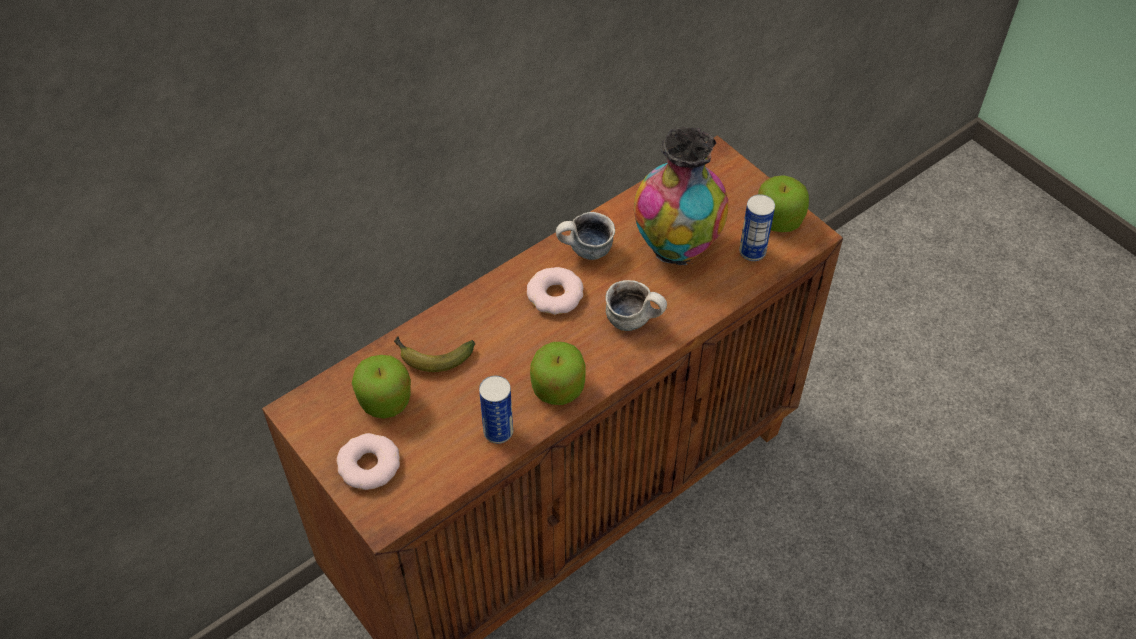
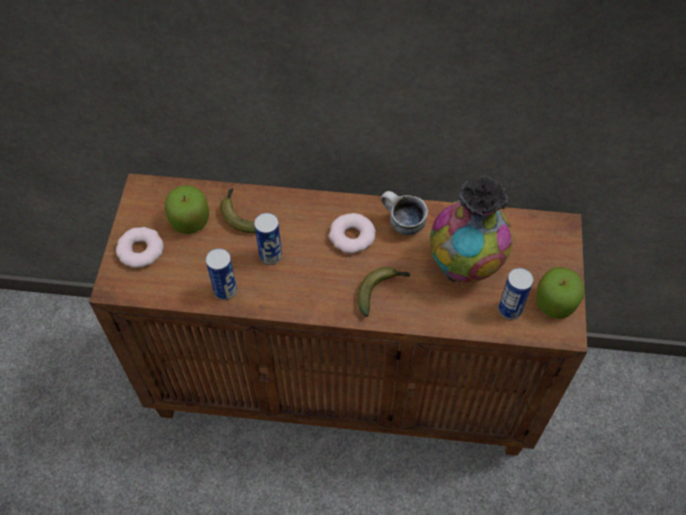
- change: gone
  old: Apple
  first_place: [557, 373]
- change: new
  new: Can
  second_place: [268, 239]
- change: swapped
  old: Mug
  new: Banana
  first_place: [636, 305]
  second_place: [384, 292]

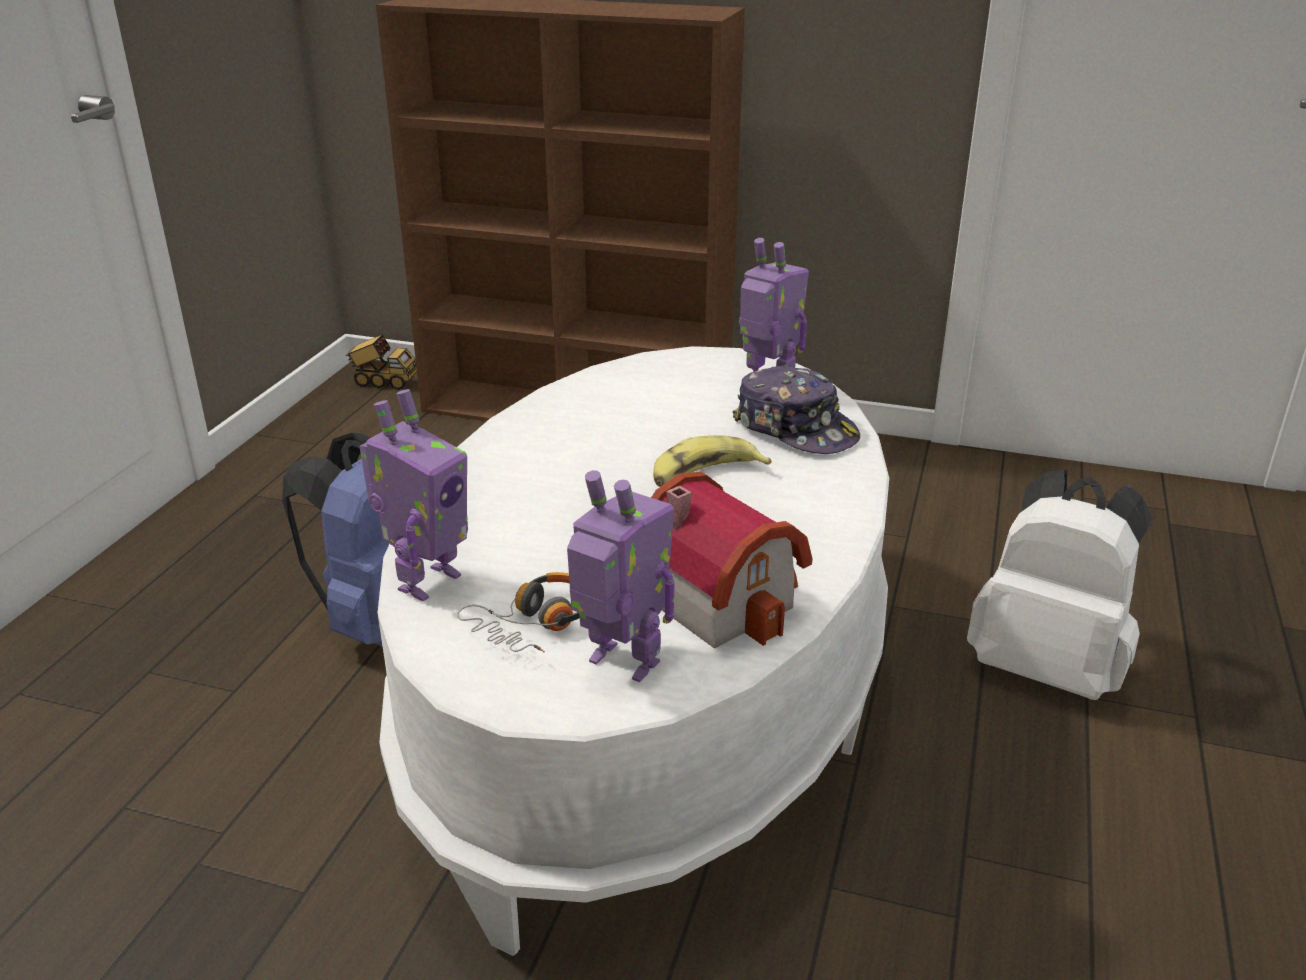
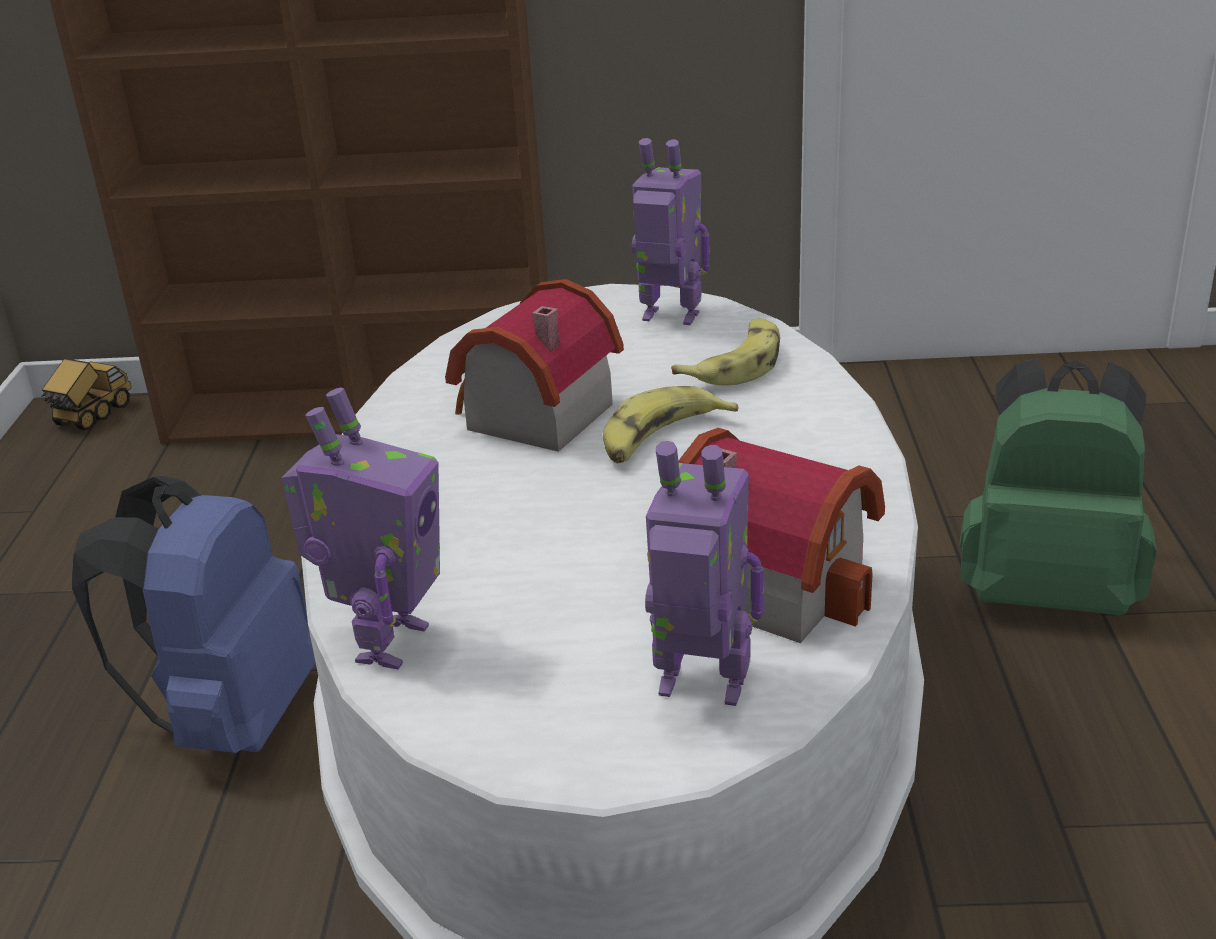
- change: gone
  old: Headphones
  first_place: [518, 612]
- change: new
  new: ToyHouse
  second_place: [534, 365]
- change: swapped
  old: Cap
  new: Banana
  first_place: [796, 409]
  second_place: [725, 352]
- change: repainted
  old: WhiteBackpack
  new: GreenBackpack
  first_place: [1060, 585]
  second_place: [1058, 486]
- change: rotated
  old: ToyTruck
  first_place: [381, 362]
  second_place: [86, 394]
  degrees: -60

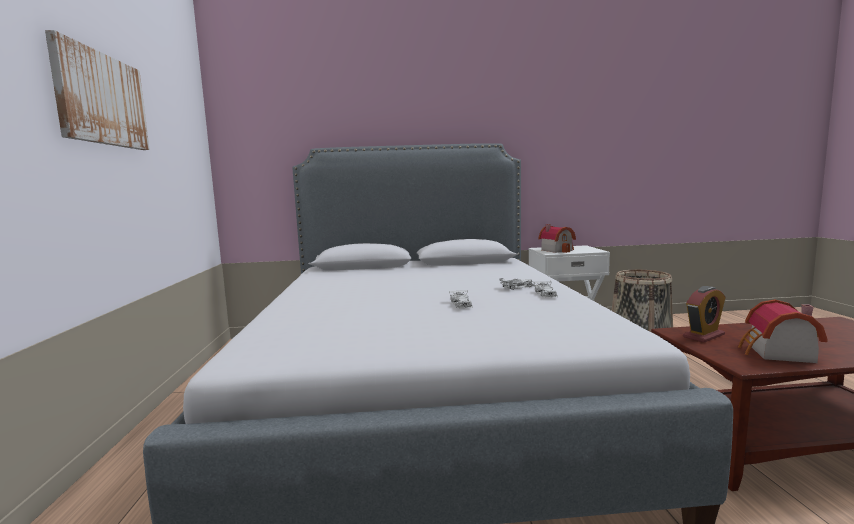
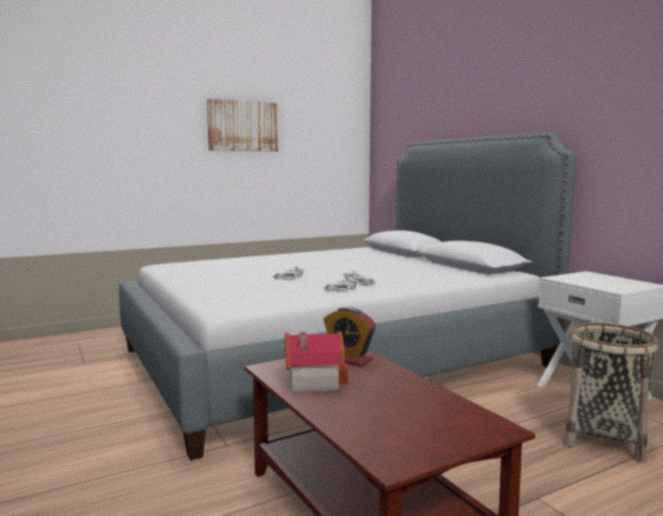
- change: gone
  old: ToyHouse
  first_place: [557, 238]

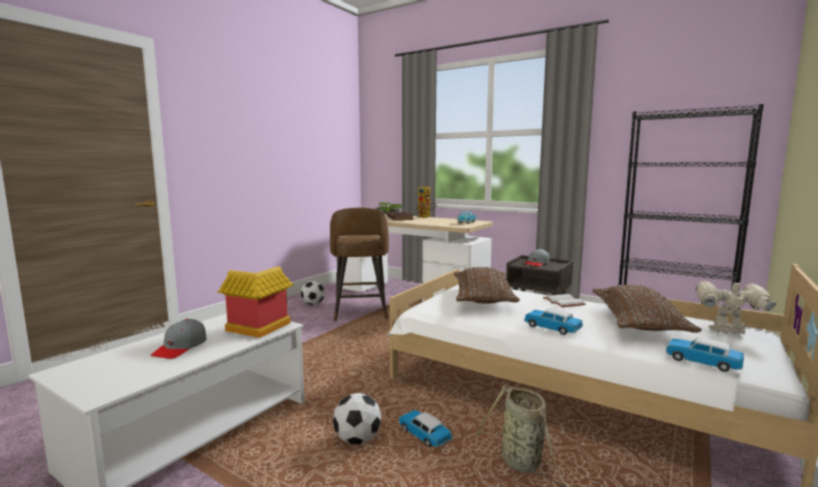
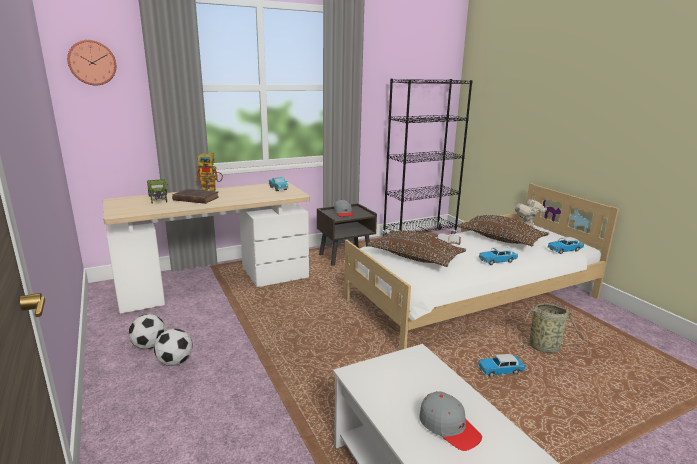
- change: gone
  old: ToyHouse
  first_place: [255, 302]
- change: gone
  old: BrownStool
  first_place: [359, 265]
- change: new
  new: WallClock
  second_place: [91, 62]
- change: shifted
  old: Football
  first_place: [357, 418]
  second_place: [173, 347]

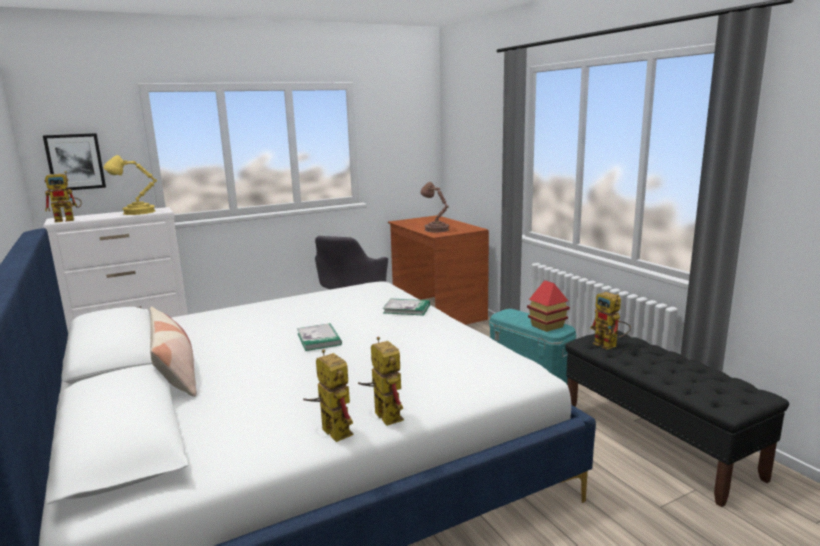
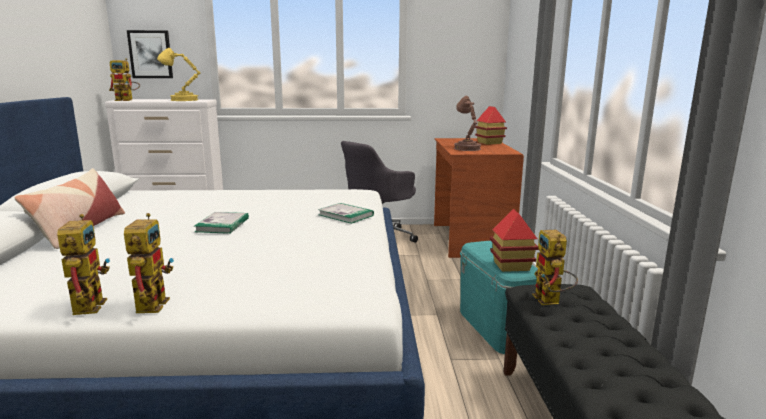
- change: new
  new: ToyHouse
  second_place: [491, 125]

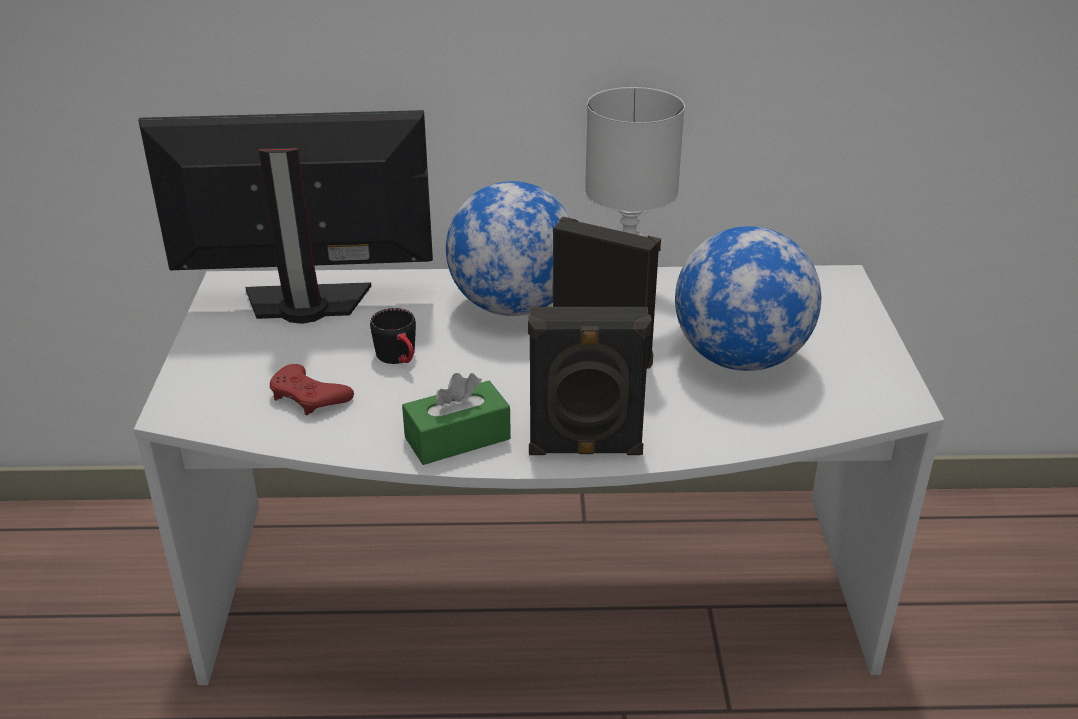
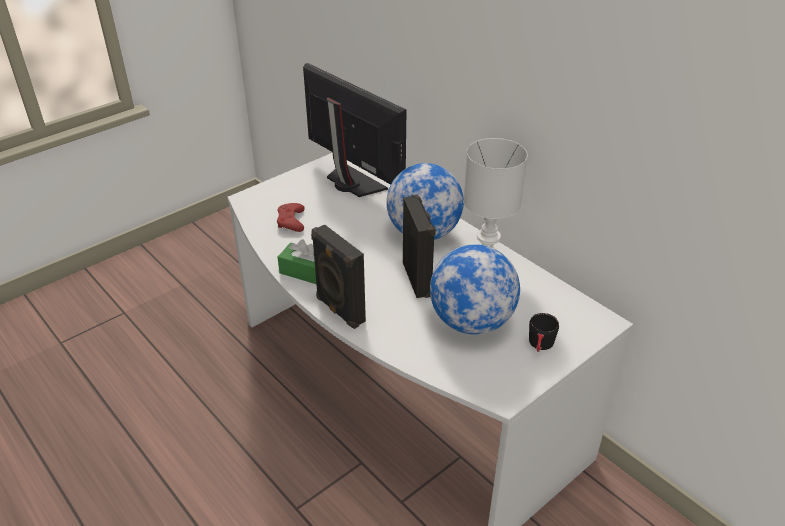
- change: shifted
  old: BlackMug
  first_place: [393, 336]
  second_place: [544, 332]

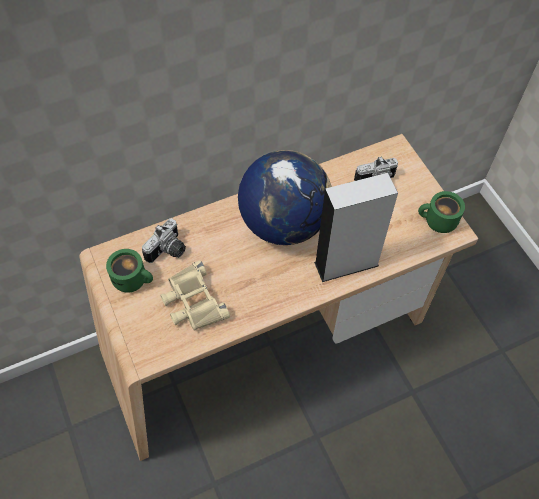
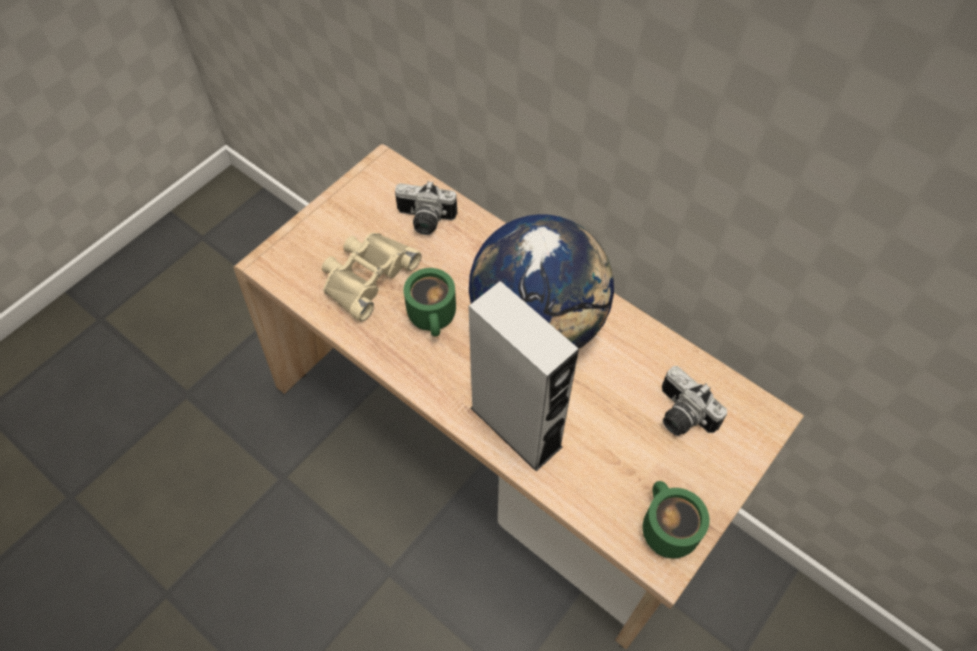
- change: shifted
  old: GreenMug
  first_place: [129, 271]
  second_place: [430, 302]

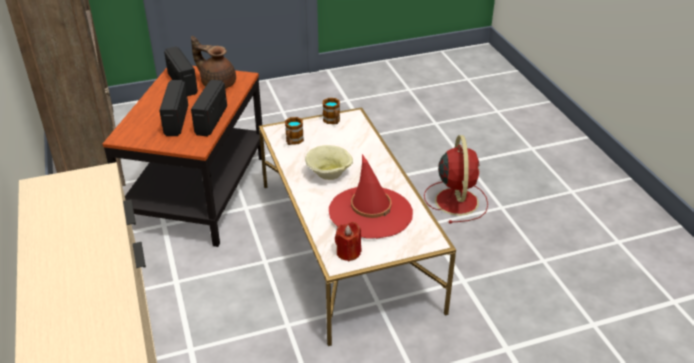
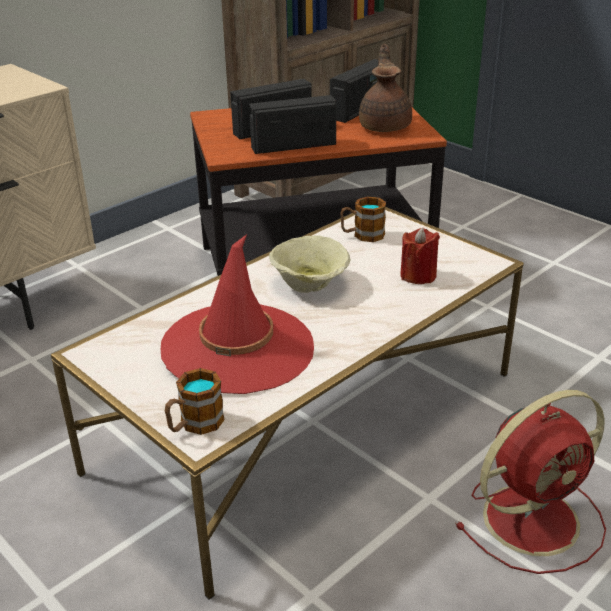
- change: shifted
  old: Mug
  first_place: [331, 111]
  second_place: [195, 401]
- change: shifted
  old: RedCandle
  first_place: [348, 241]
  second_place: [420, 256]

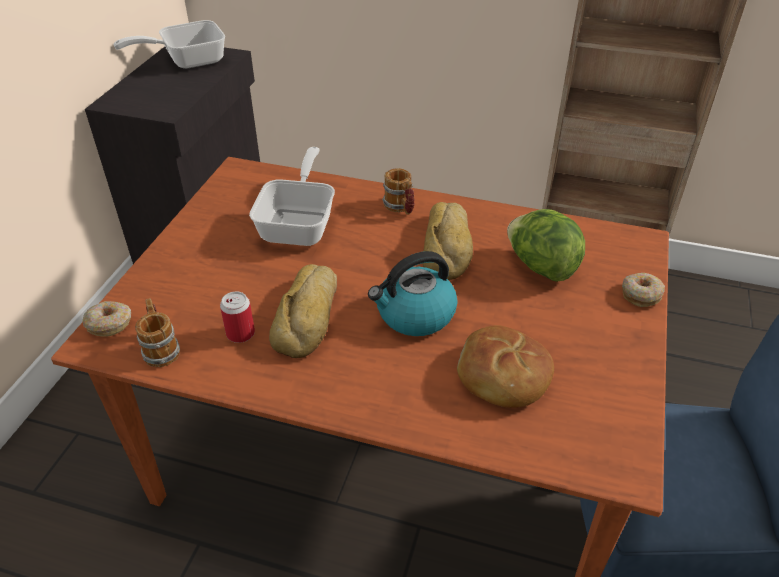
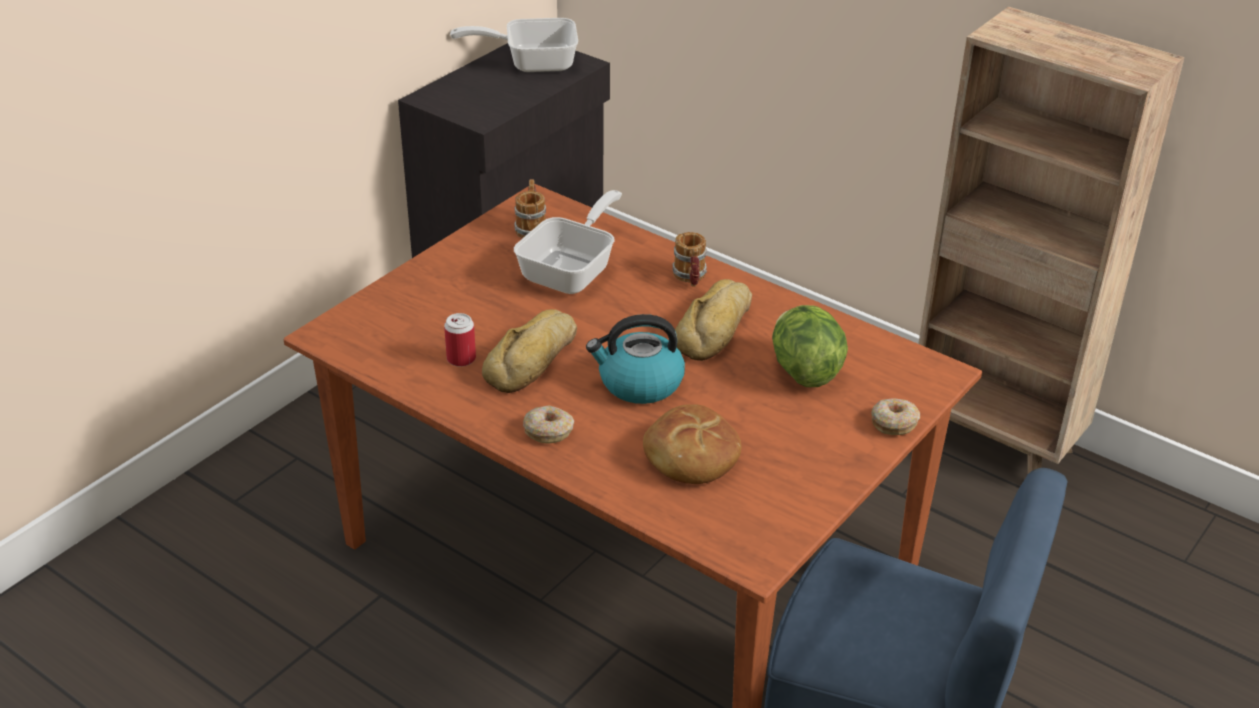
- change: shifted
  old: Donut
  first_place: [107, 319]
  second_place: [548, 424]
- change: shifted
  old: Mug
  first_place: [157, 332]
  second_place: [530, 208]

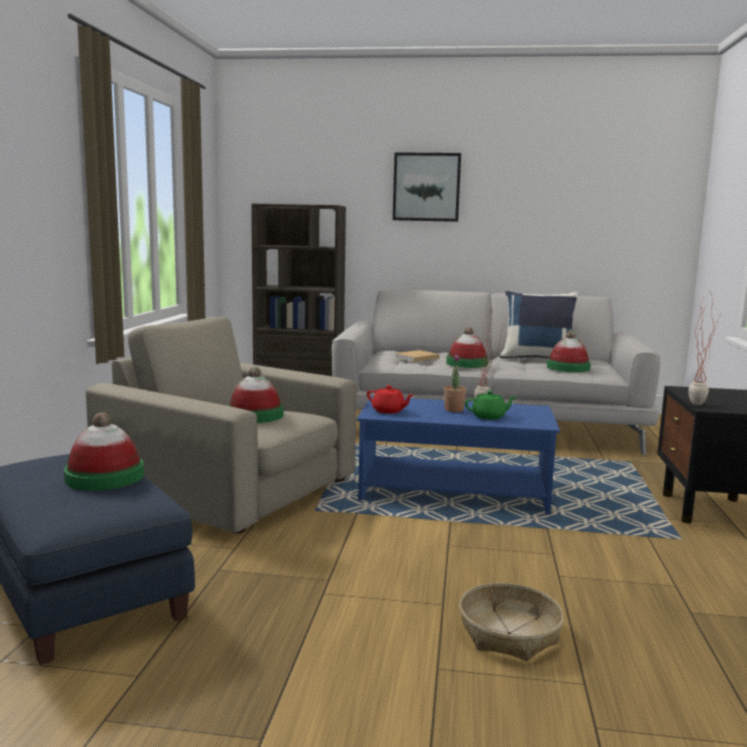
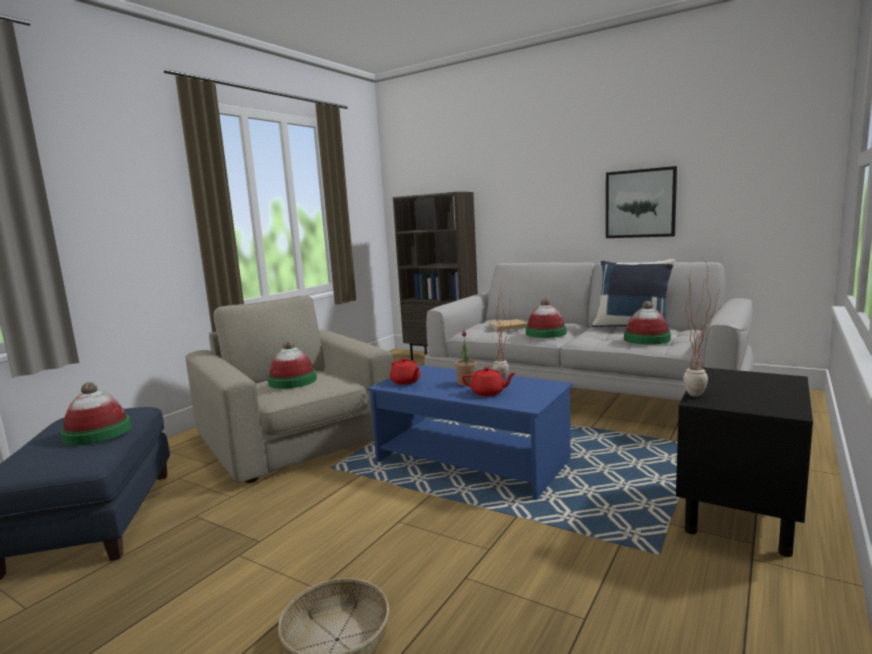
- change: shifted
  old: Picture
  first_place: [427, 187]
  second_place: [641, 202]
- change: repainted
  old: GreenTeapot
  new: RedTeapot
  first_place: [491, 405]
  second_place: [489, 381]

